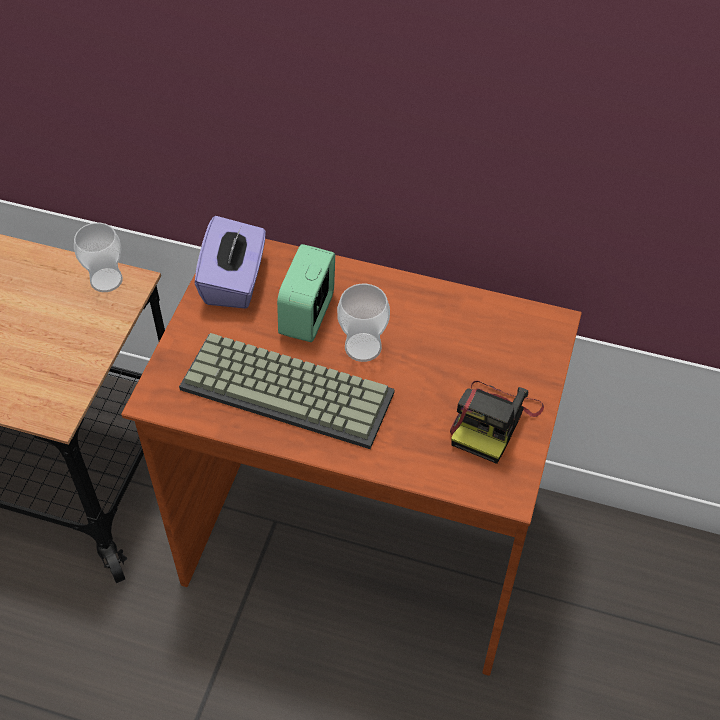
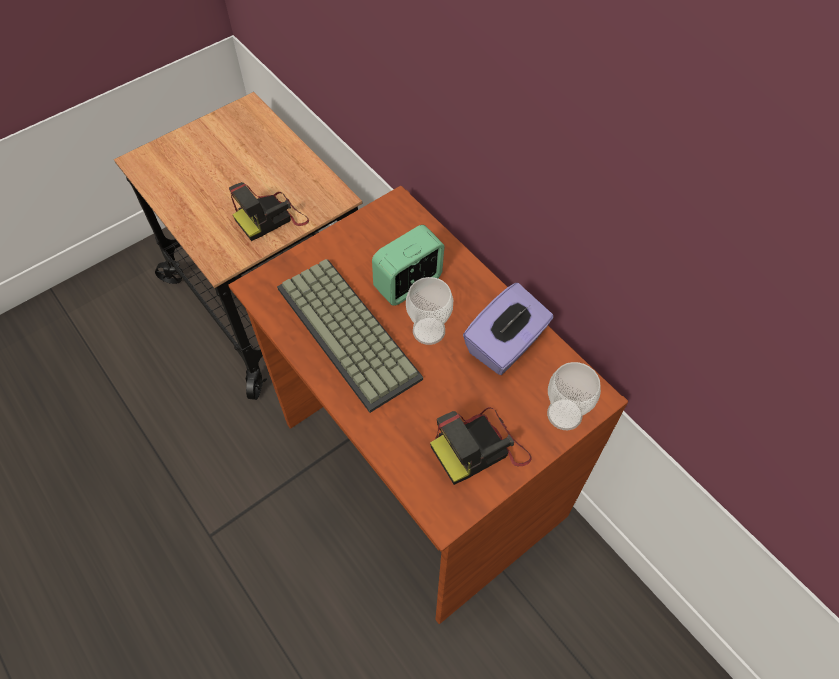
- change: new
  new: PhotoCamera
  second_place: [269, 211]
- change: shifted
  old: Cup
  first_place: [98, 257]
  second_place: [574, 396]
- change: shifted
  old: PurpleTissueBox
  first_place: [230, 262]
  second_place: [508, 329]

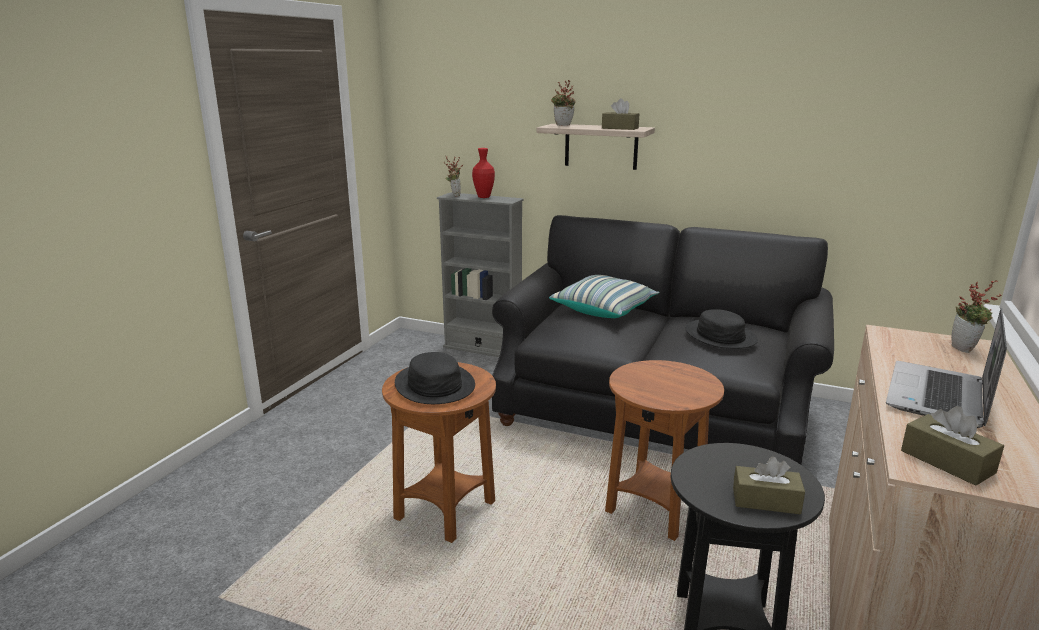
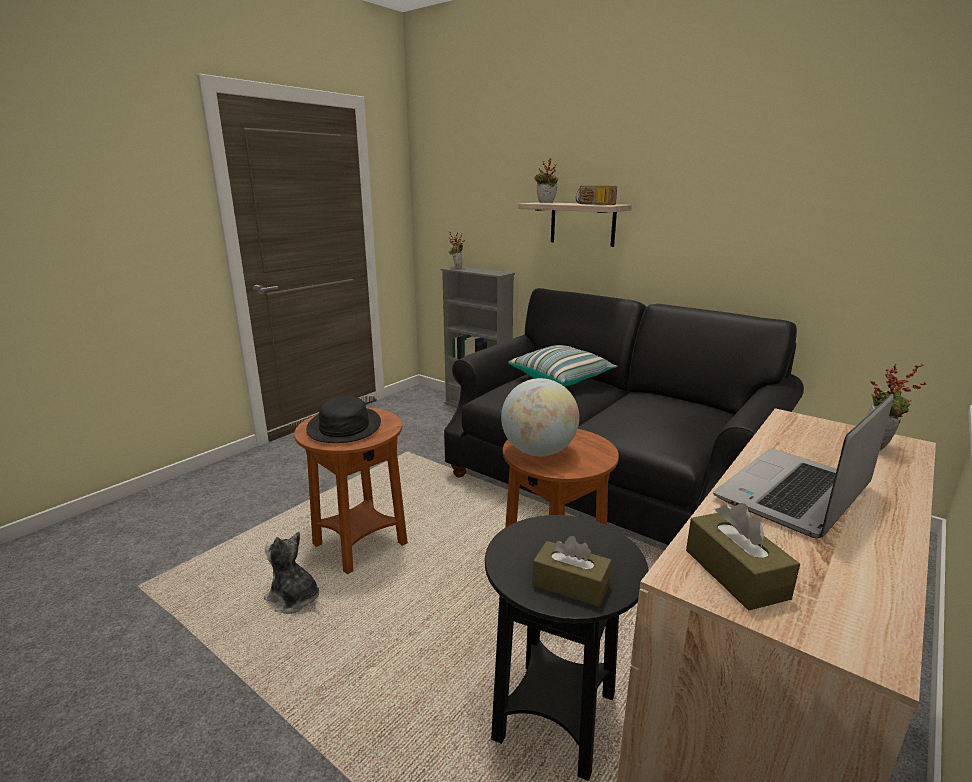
- change: gone
  old: RedVase
  first_place: [483, 173]
- change: gone
  old: BlackHat
  first_place: [721, 329]
- change: new
  new: PlushToy
  second_place: [291, 572]
- change: new
  new: Globe
  second_place: [540, 417]
- change: swapped
  old: BrownTissueBox
  new: Radio
  first_place: [620, 114]
  second_place: [596, 195]

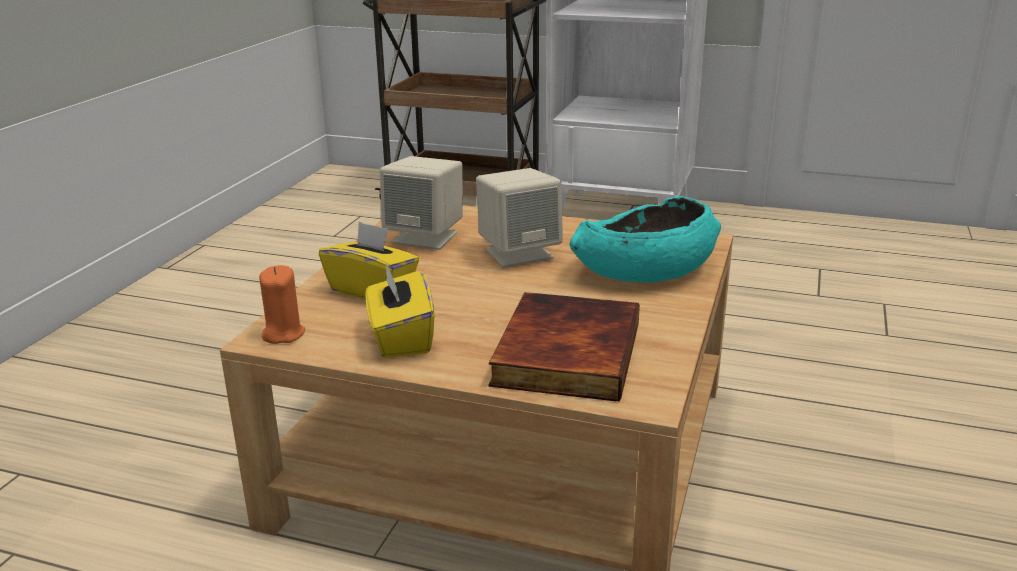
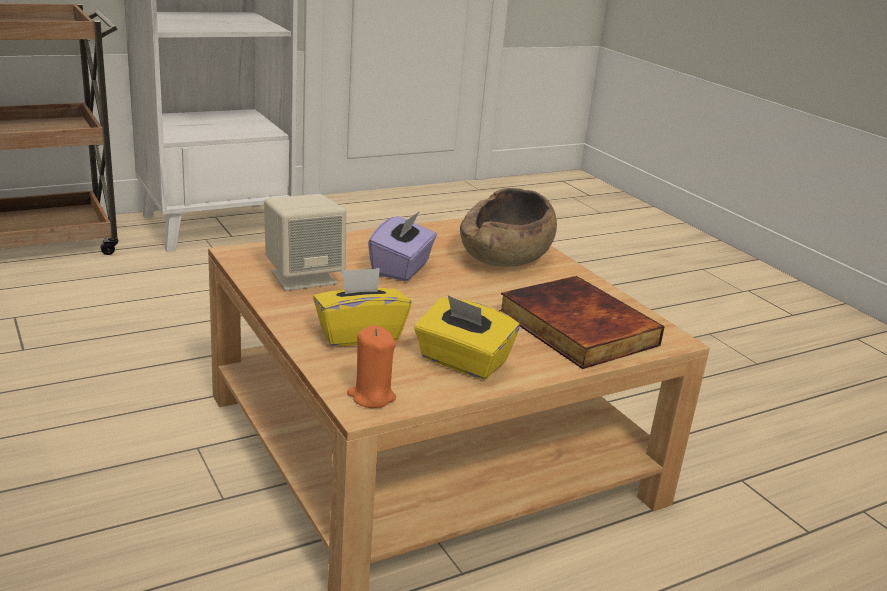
- change: swapped
  old: BeigeSpeaker
  new: PurpleTissueBox
  first_place: [519, 218]
  second_place: [402, 246]
- change: repainted
  old: TurquoiseBowl
  new: BrownBowl
  first_place: [645, 239]
  second_place: [508, 227]

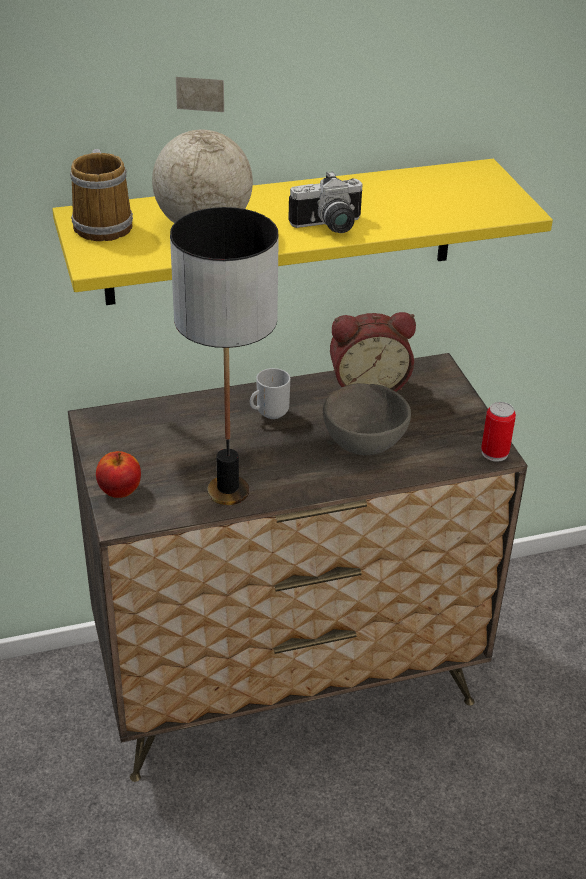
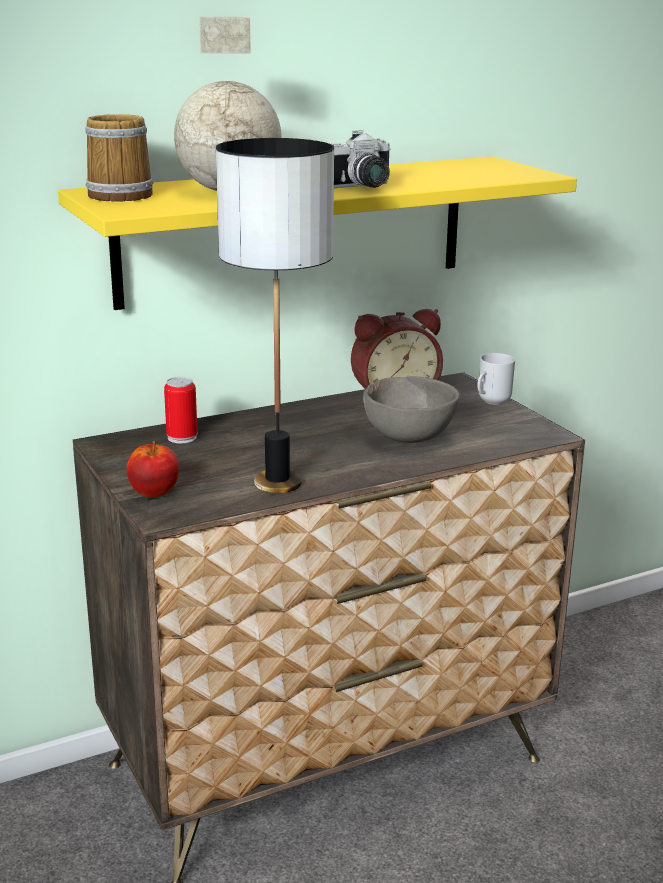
- change: shifted
  old: Mug
  first_place: [270, 393]
  second_place: [496, 379]
- change: shifted
  old: Can
  first_place: [498, 431]
  second_place: [180, 410]

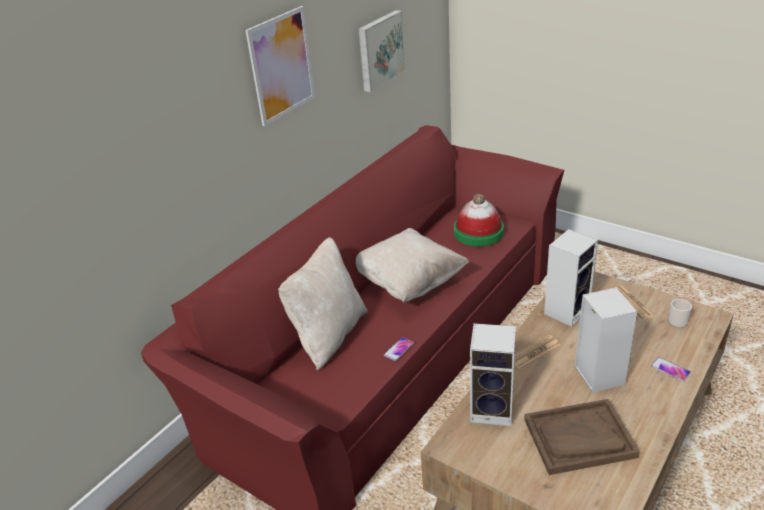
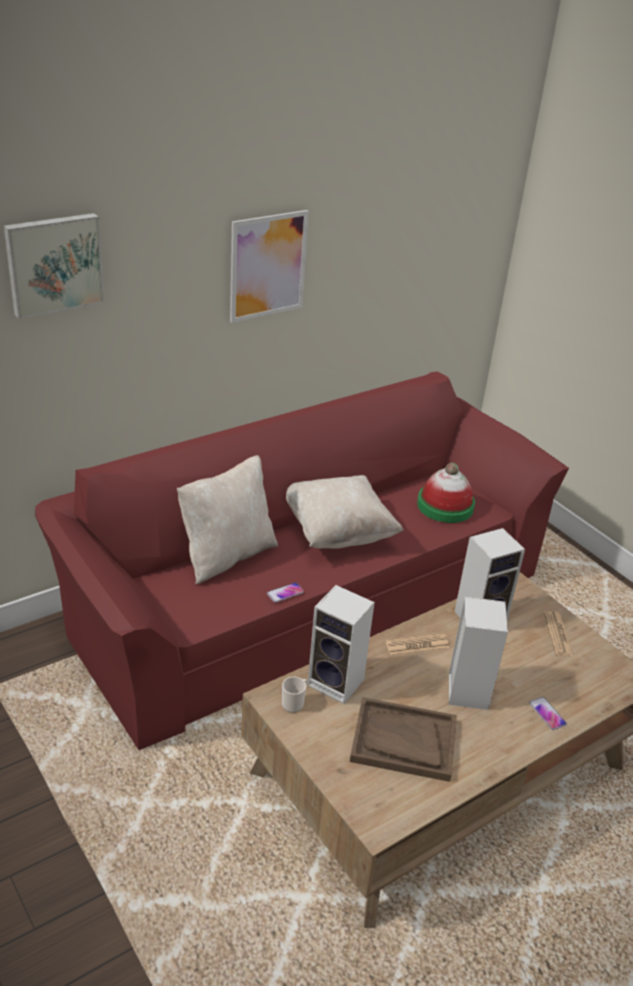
- change: shifted
  old: Picture
  first_place: [382, 51]
  second_place: [54, 266]
- change: shifted
  old: Mug
  first_place: [680, 313]
  second_place: [294, 694]

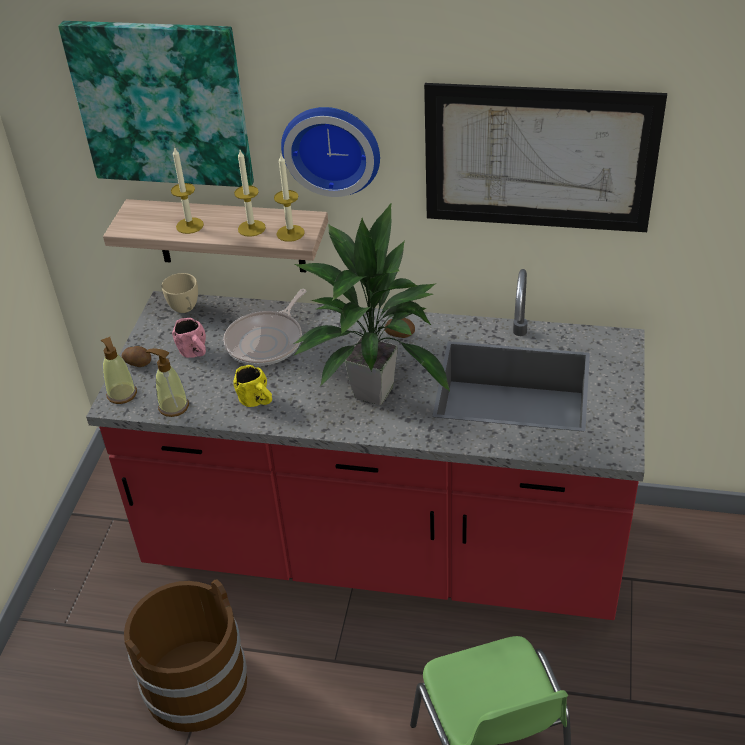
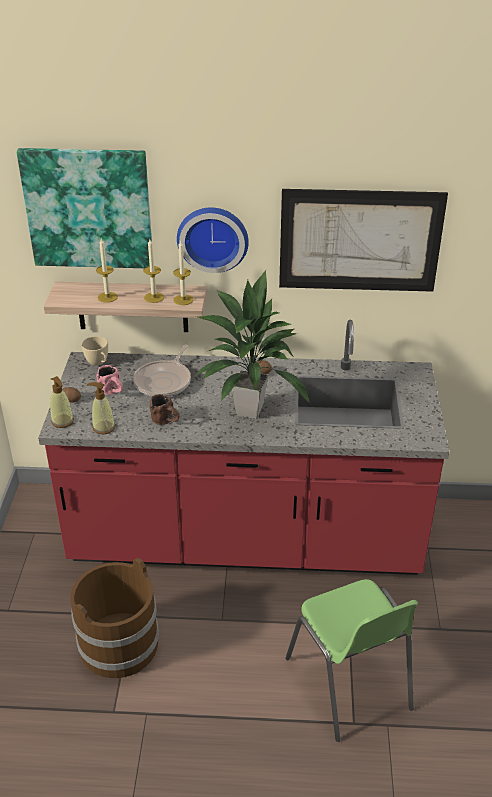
- change: repainted
  old: YellowMug
  new: BrownMug
  first_place: [252, 386]
  second_place: [165, 409]

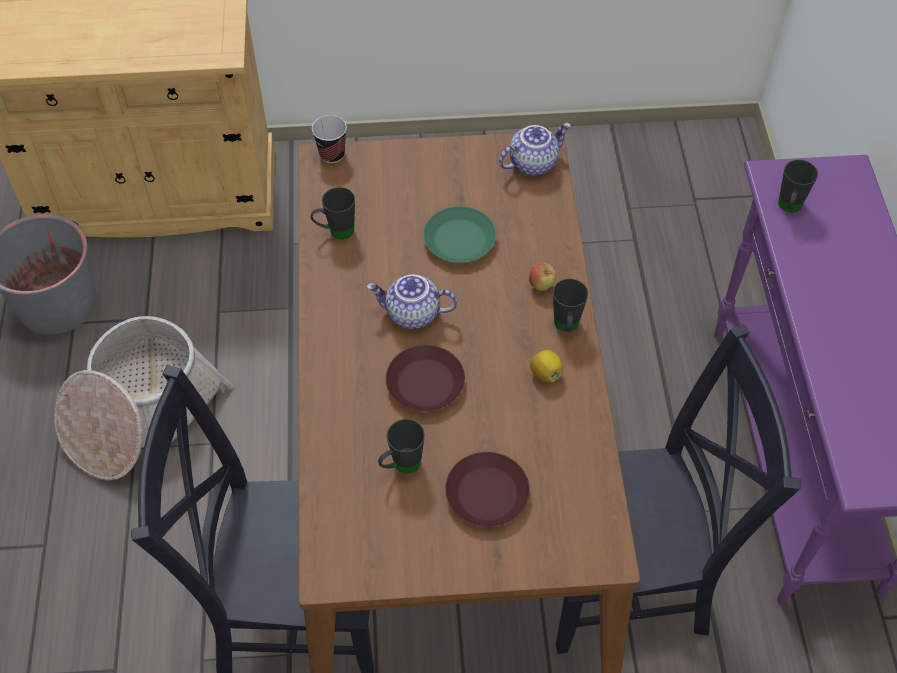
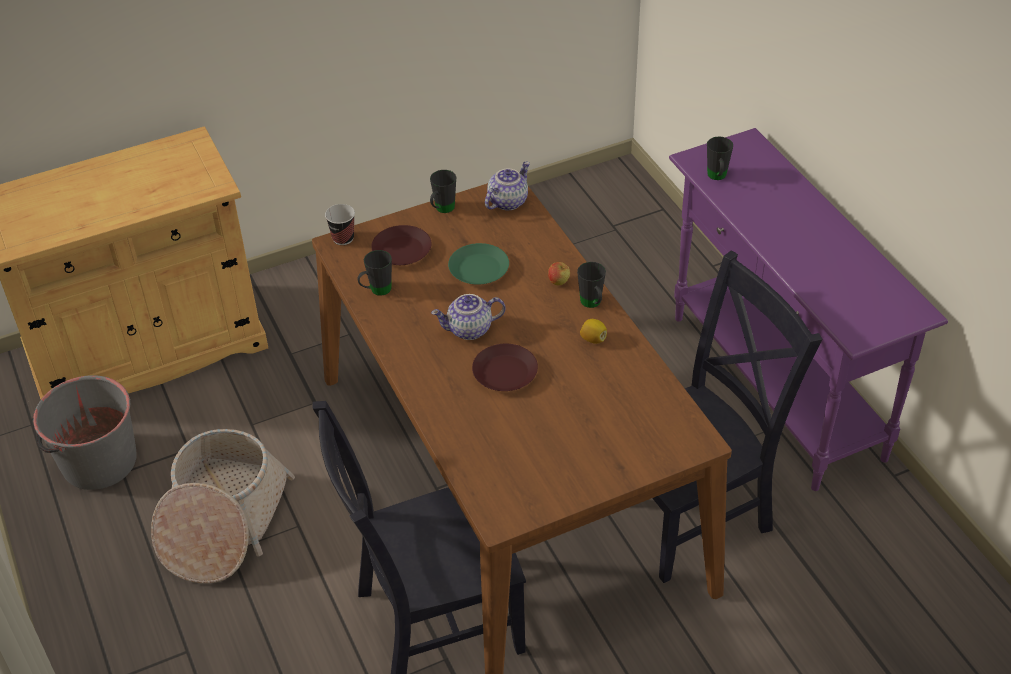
- change: shifted
  old: BlackMug
  first_place: [401, 446]
  second_place: [443, 191]
- change: shifted
  old: BrownPlate
  first_place: [487, 489]
  second_place: [401, 245]

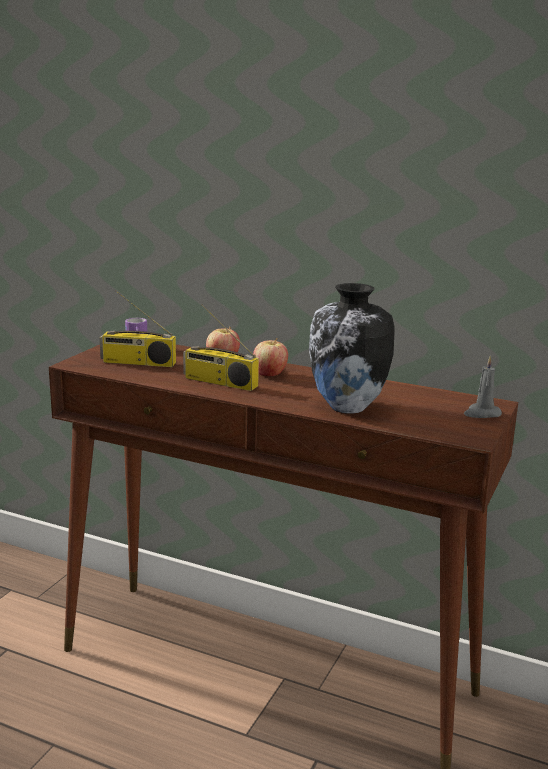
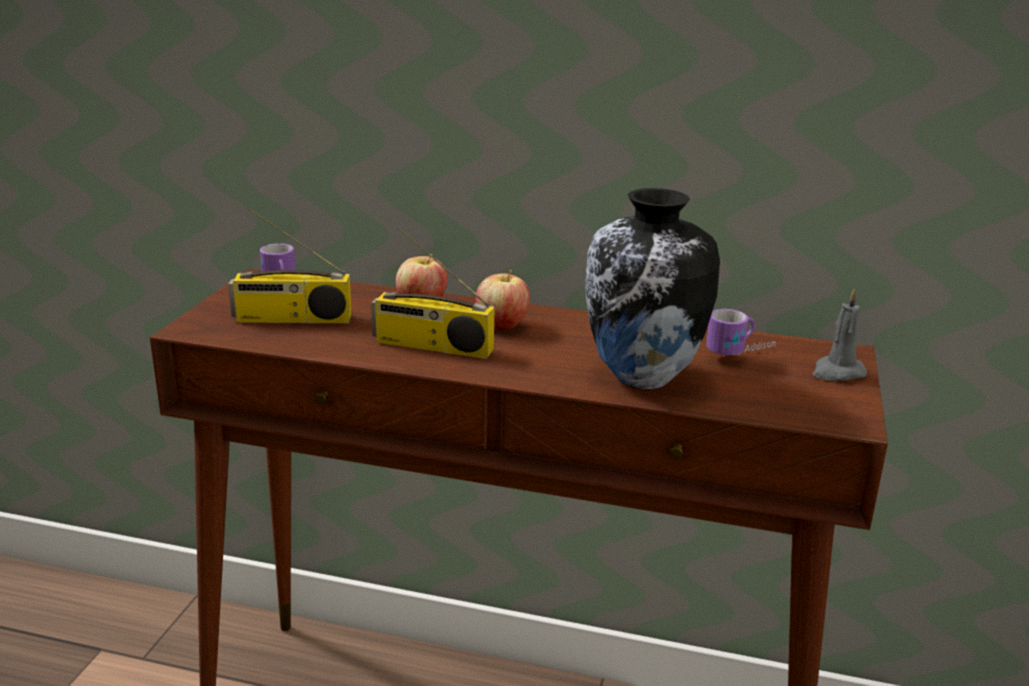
- change: new
  new: Mug
  second_place: [741, 332]

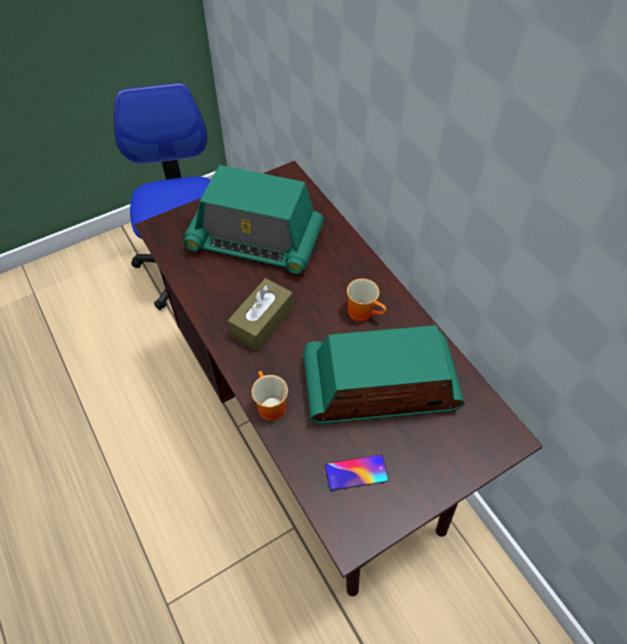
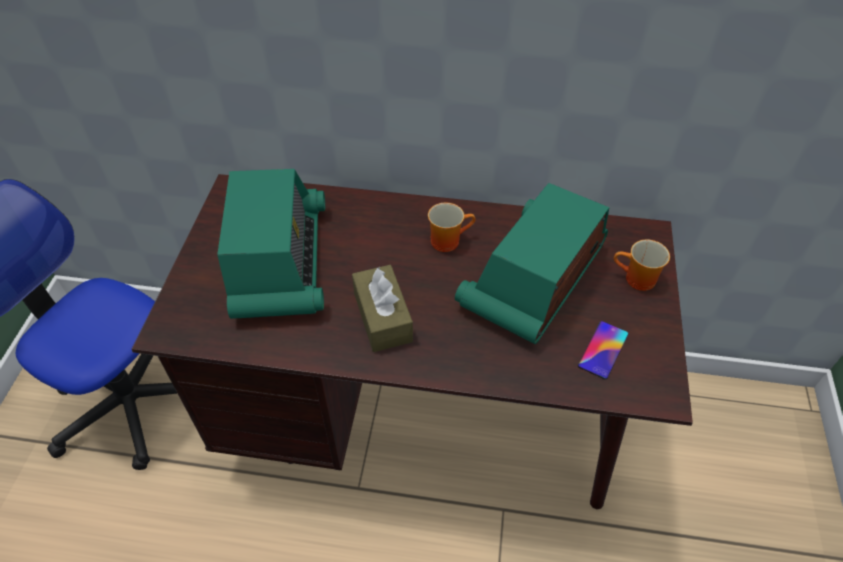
- change: shifted
  old: Mug
  first_place: [270, 396]
  second_place: [642, 265]
- change: rotated
  old: Radio
  first_place: [253, 219]
  second_place: [271, 244]
  degrees: -60

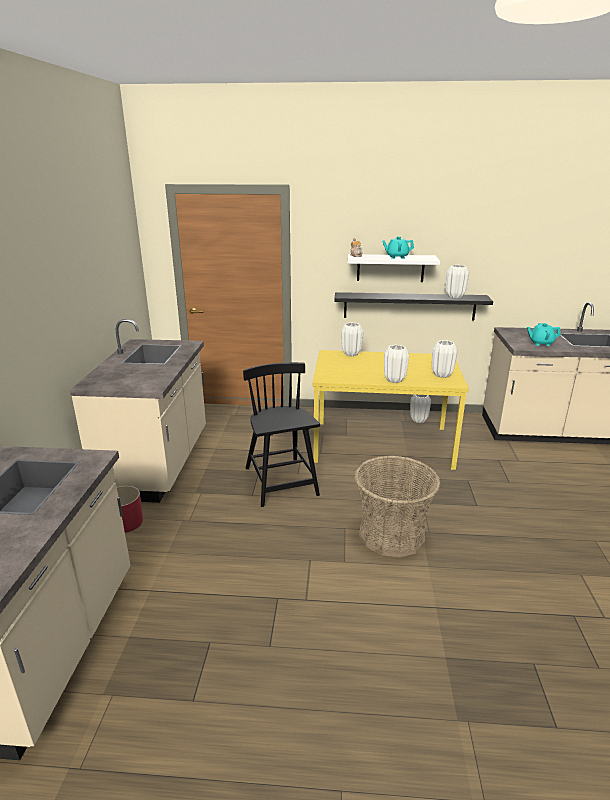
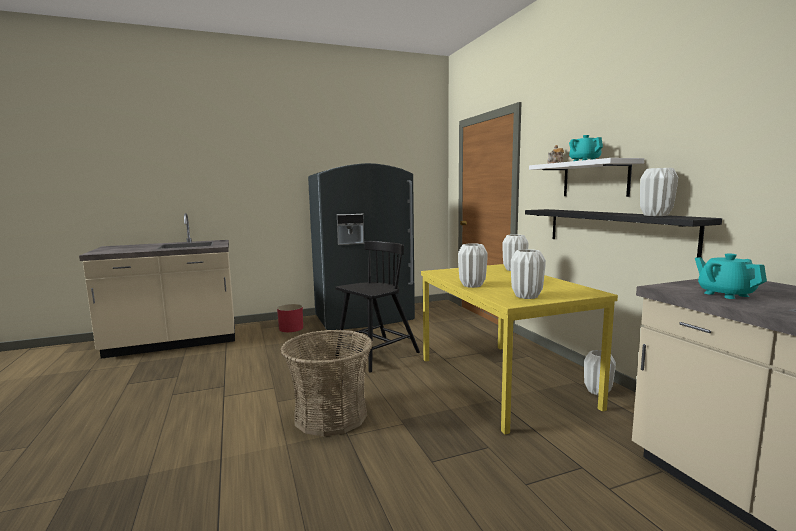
- change: swapped
  old: BeigeCounter
  new: GreyFridge
  first_place: [138, 411]
  second_place: [361, 246]

